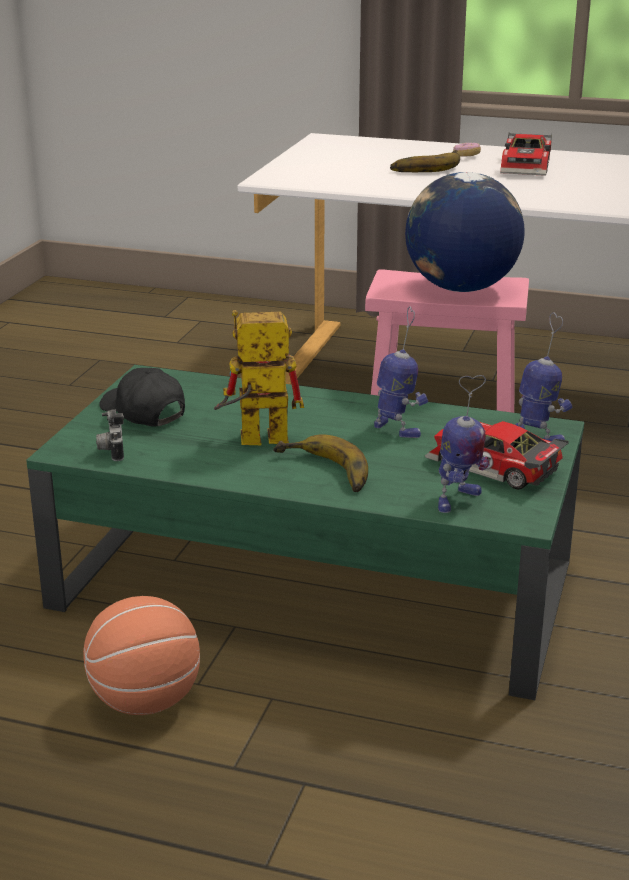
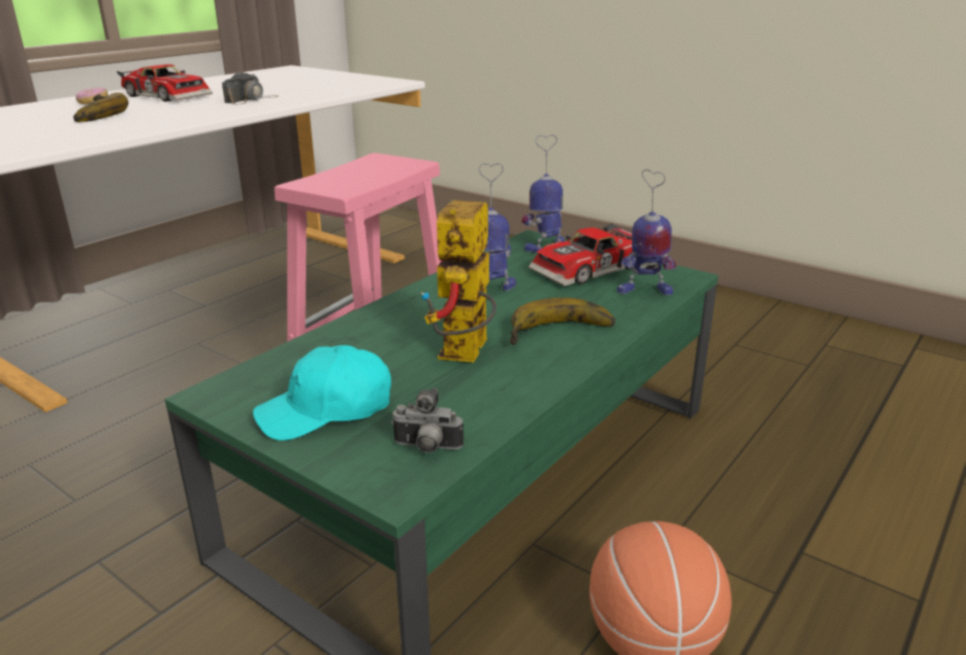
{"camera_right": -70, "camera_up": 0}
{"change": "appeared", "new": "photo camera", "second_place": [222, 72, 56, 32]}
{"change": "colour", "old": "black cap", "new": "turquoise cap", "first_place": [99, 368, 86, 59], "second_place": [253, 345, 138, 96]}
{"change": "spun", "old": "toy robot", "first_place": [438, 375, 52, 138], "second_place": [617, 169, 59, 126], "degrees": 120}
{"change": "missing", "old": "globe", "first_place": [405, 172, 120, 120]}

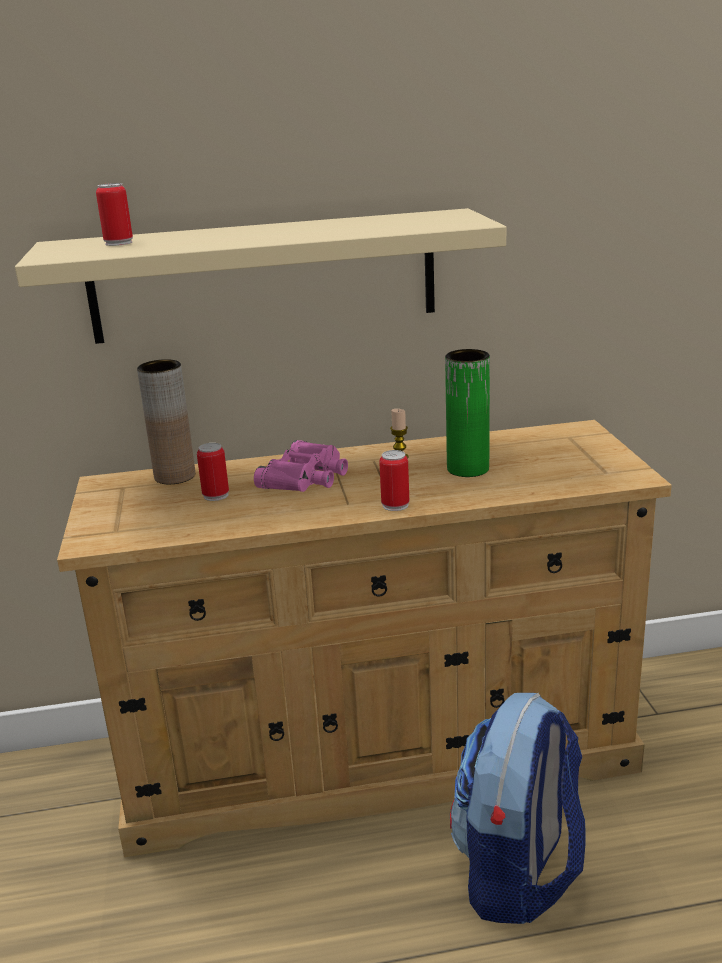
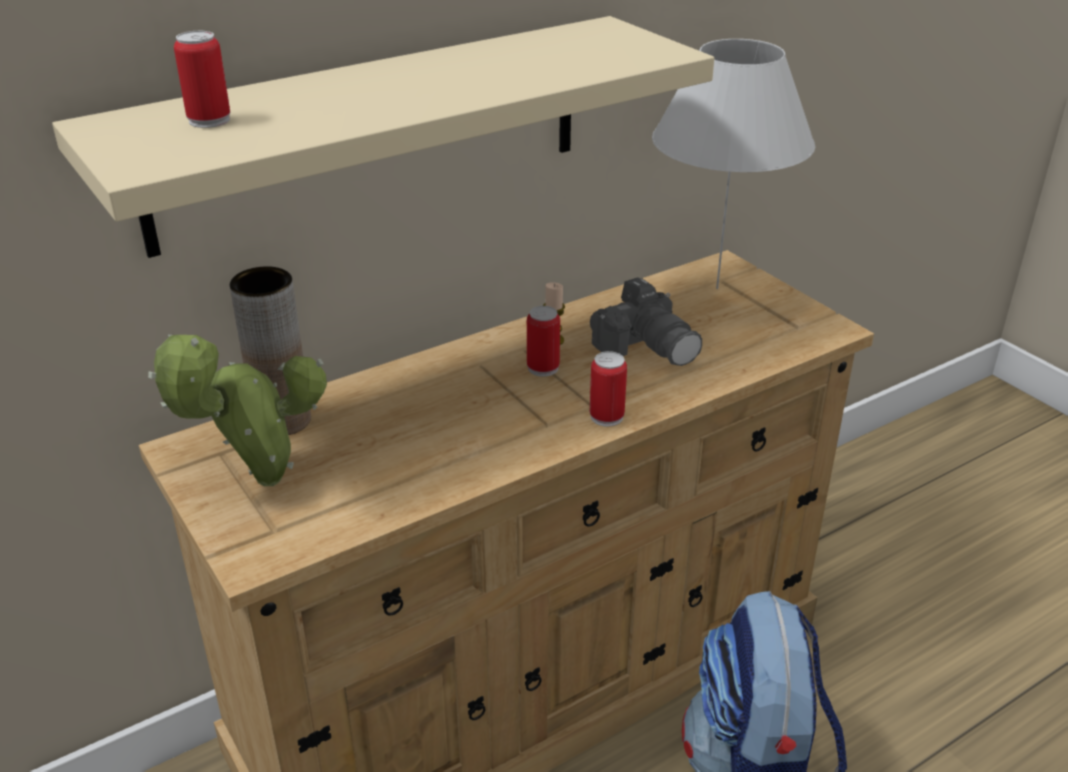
{"camera_right": -25, "camera_up": 10}
{"change": "appeared", "new": "potted plant", "second_place": [148, 335, 179, 151]}
{"change": "relocated", "old": "can", "first_place": [197, 443, 32, 58], "second_place": [527, 306, 33, 71]}
{"change": "exchanged", "old": "green vase", "new": "photo camera", "first_place": [445, 349, 45, 128], "second_place": [590, 277, 112, 89]}
{"change": "appeared", "new": "white table lamp", "second_place": [652, 39, 163, 250]}
{"change": "missing", "old": "pink binoculars", "first_place": [254, 440, 94, 52]}

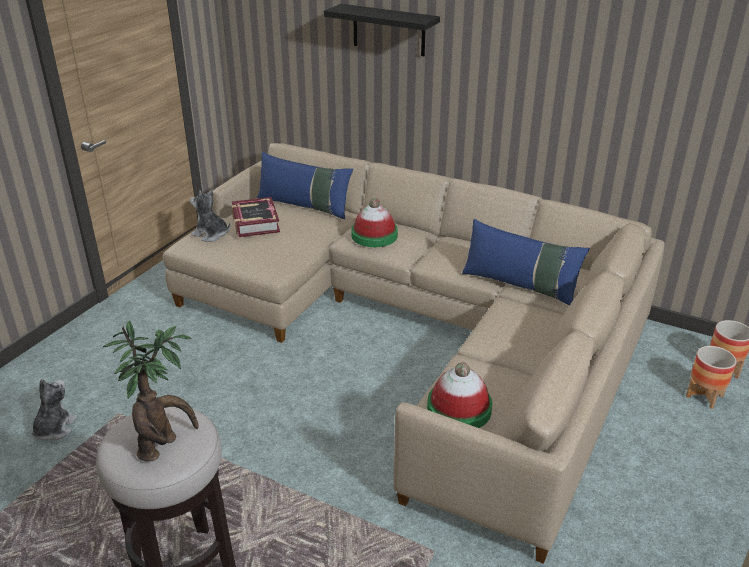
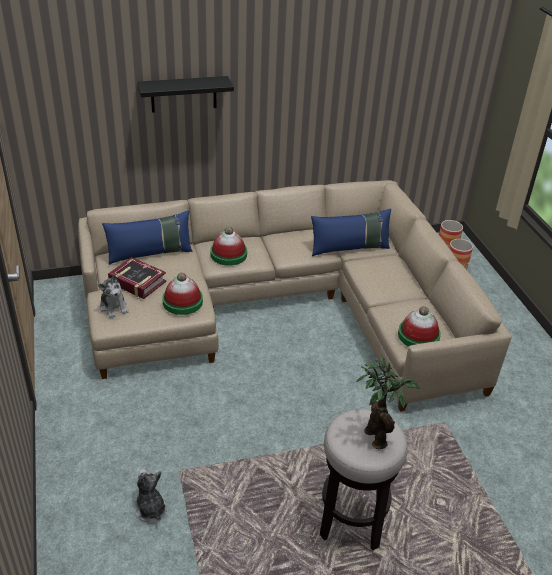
{"camera_right": -45, "camera_up": 5}
{"change": "spun", "old": "plush toy", "first_place": [190, 190, 41, 52], "second_place": [98, 275, 30, 43], "degrees": -105}
{"change": "appeared", "new": "hat", "second_place": [162, 273, 41, 42]}

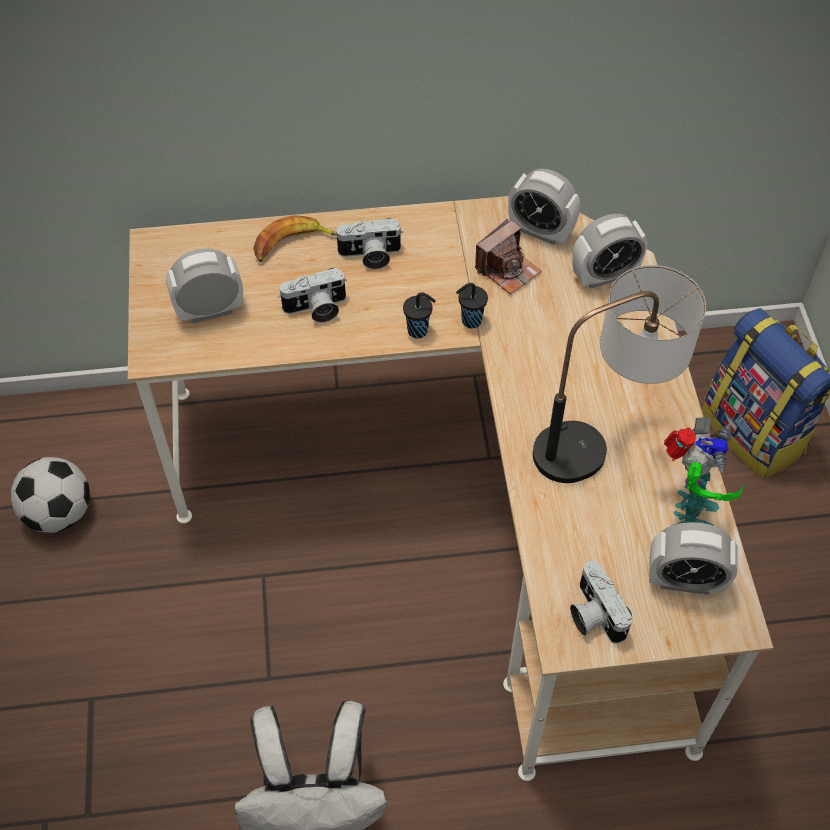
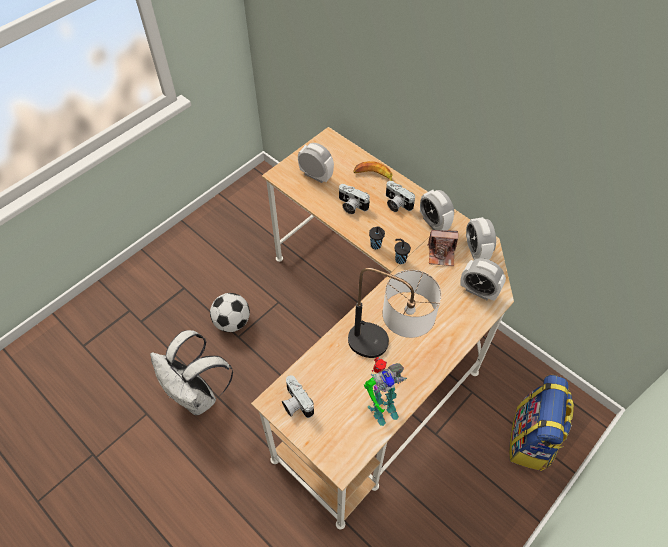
{"camera_right": 50, "camera_up": 0}
{"change": "relocated", "old": "football", "first_place": [10, 457, 80, 76], "second_place": [210, 293, 40, 39]}
{"change": "spun", "old": "photo camera", "first_place": [570, 561, 62, 83], "second_place": [282, 375, 32, 43], "degrees": -60}
{"change": "relocated", "old": "alarm clock", "first_place": [649, 522, 89, 73], "second_place": [420, 190, 34, 41]}

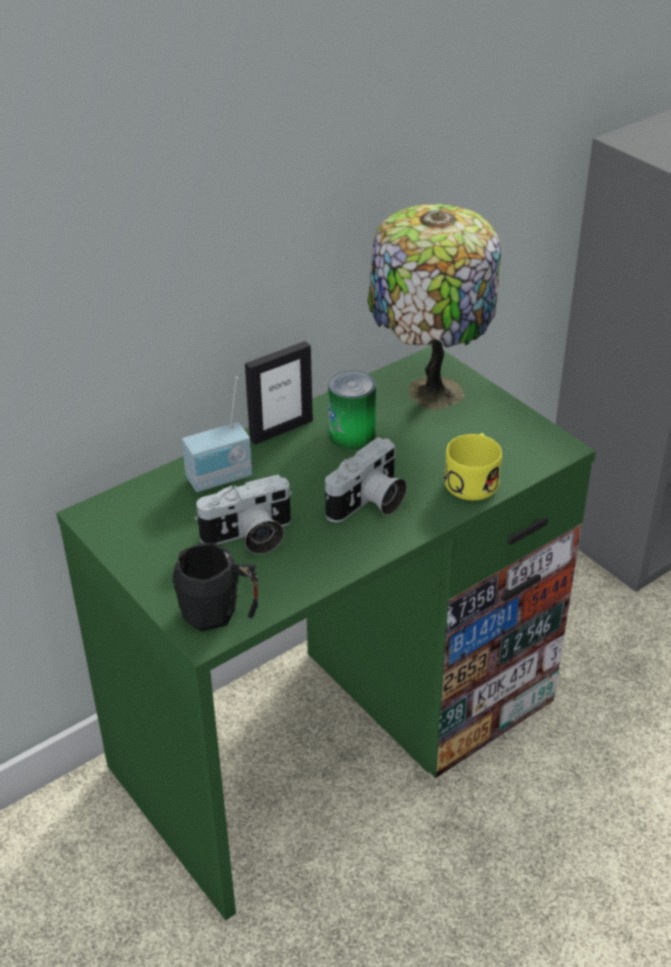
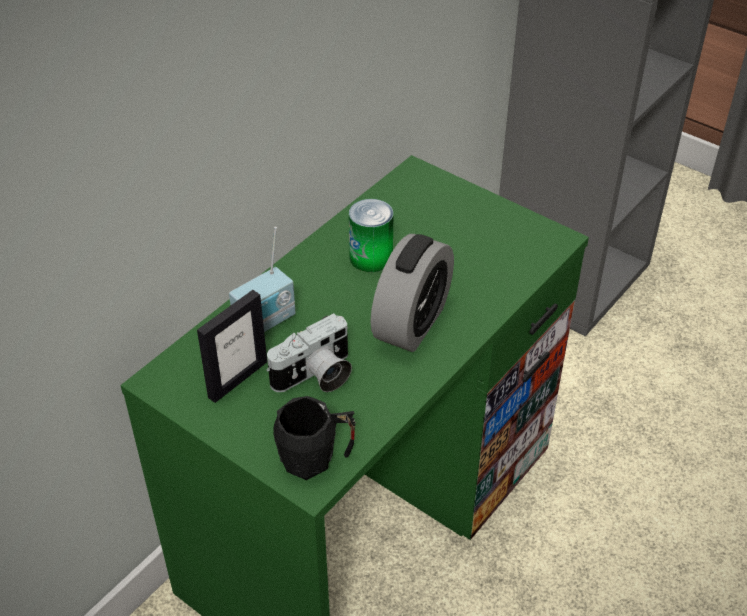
{"camera_right": -15, "camera_up": 5}
{"change": "relocated", "old": "picture frame", "first_place": [245, 341, 68, 104], "second_place": [197, 290, 70, 113]}
{"change": "exchanged", "old": "photo camera", "new": "alarm clock", "first_place": [325, 437, 82, 85], "second_place": [370, 234, 84, 118]}
{"change": "missing", "old": "table lamp", "first_place": [367, 204, 134, 206]}
{"change": "missing", "old": "yellow mug", "first_place": [444, 433, 58, 68]}

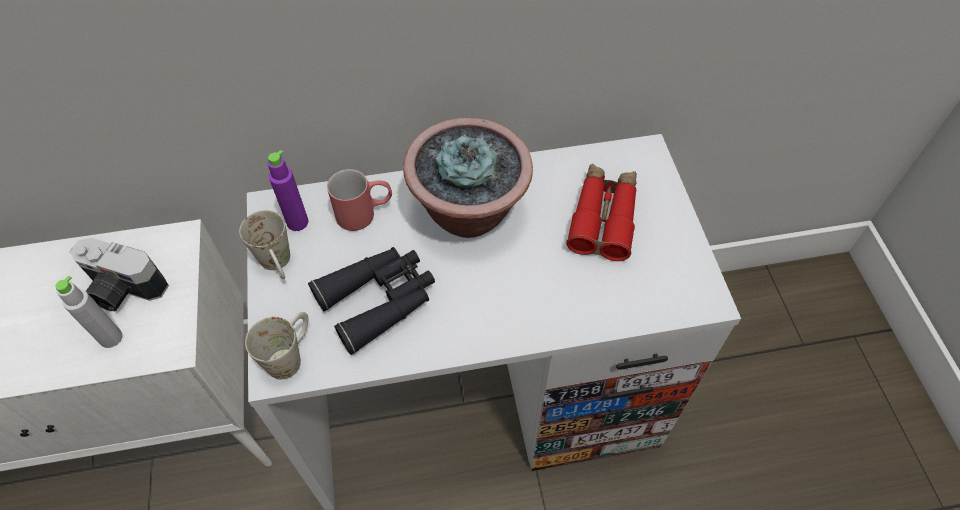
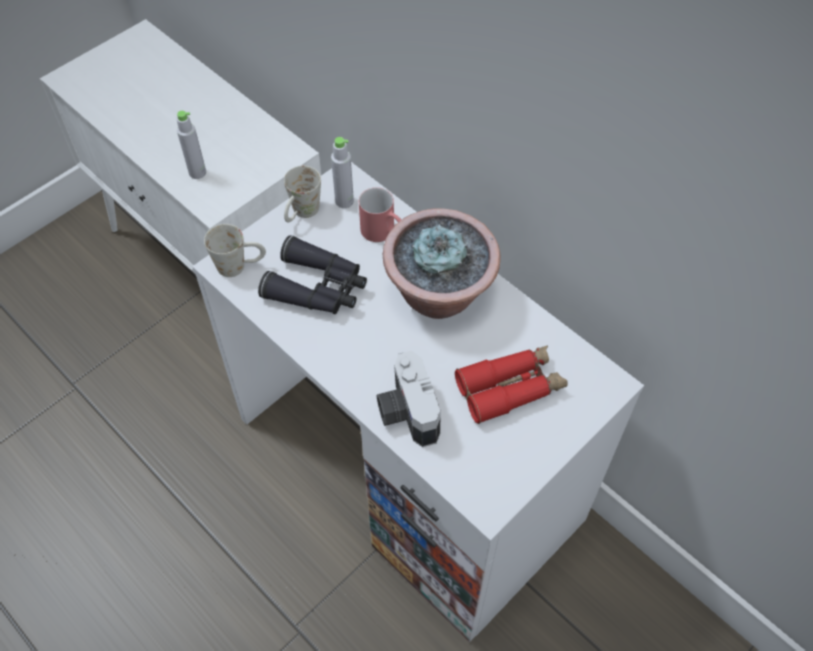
{"camera_right": 55, "camera_up": 0}
{"change": "colour", "old": "purple bottle", "new": "grey bottle", "first_place": [268, 150, 40, 81], "second_place": [331, 137, 23, 71]}
{"change": "relocated", "old": "photo camera", "first_place": [70, 238, 99, 74], "second_place": [376, 351, 65, 96]}

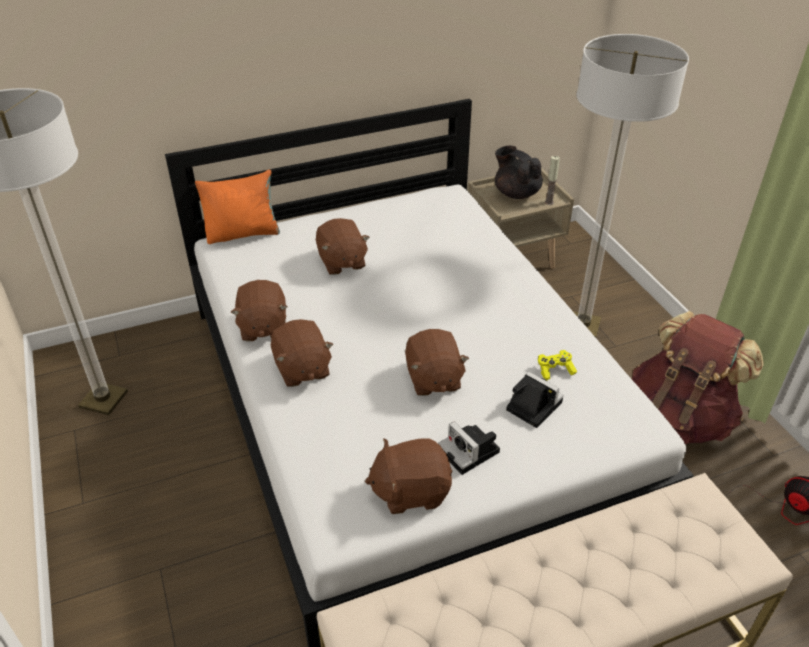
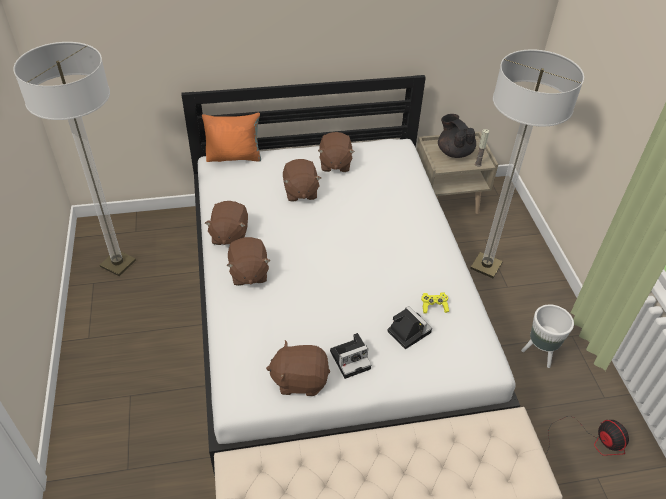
{"camera_right": 10, "camera_up": 5}
{"change": "relocated", "old": "brown plush toy", "first_place": [405, 329, 64, 67], "second_place": [318, 132, 37, 40]}
{"change": "spun", "old": "photo camera", "first_place": [438, 421, 62, 54], "second_place": [330, 333, 41, 46], "degrees": -90}
{"change": "exchanged", "old": "brown backpack", "new": "white planter", "first_place": [632, 311, 132, 133], "second_place": [521, 304, 53, 64]}

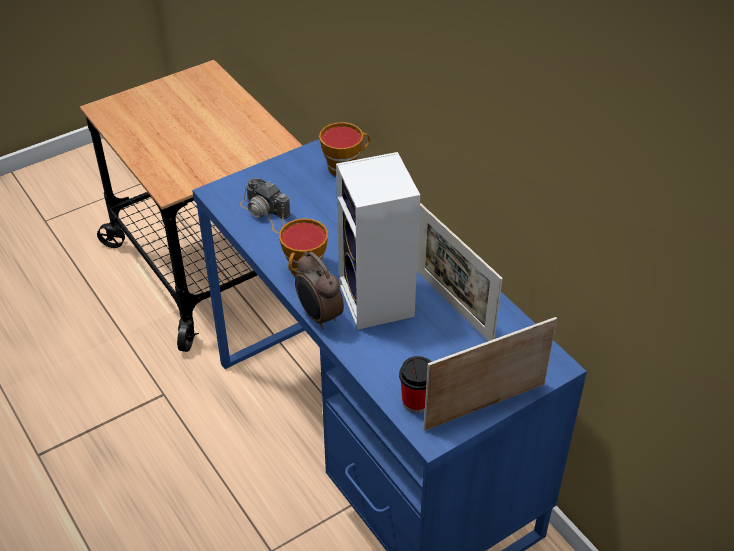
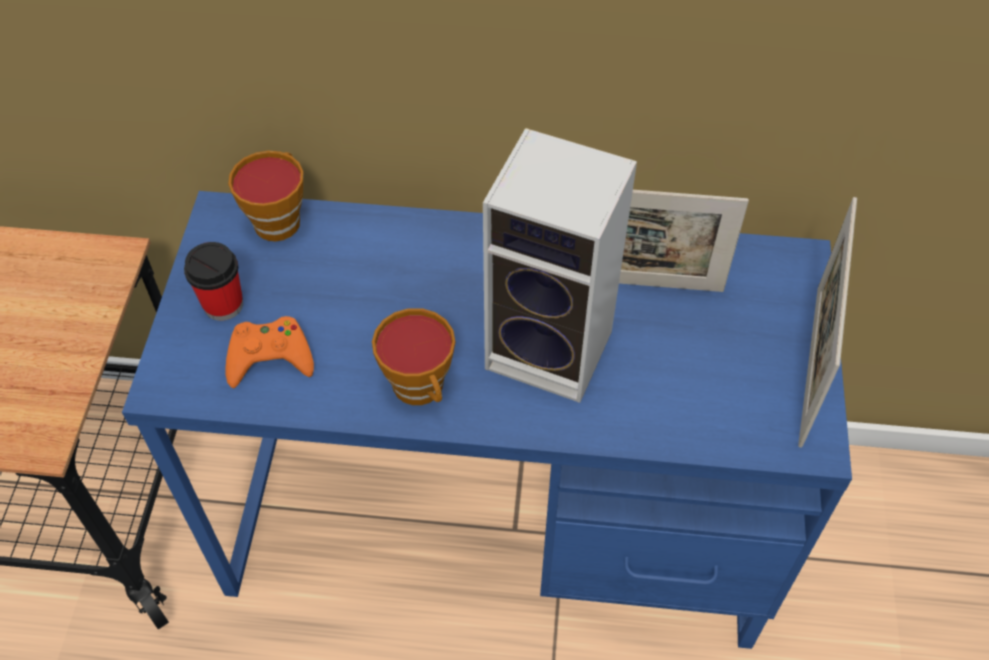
{"camera_right": -50, "camera_up": 10}
{"change": "relocated", "old": "cup", "first_place": [399, 356, 33, 57], "second_place": [184, 242, 59, 79]}
{"change": "exchanged", "old": "photo camera", "new": "orange game controller", "first_place": [240, 178, 51, 55], "second_place": [226, 316, 88, 72]}
{"change": "missing", "old": "alarm clock", "first_place": [295, 251, 49, 79]}

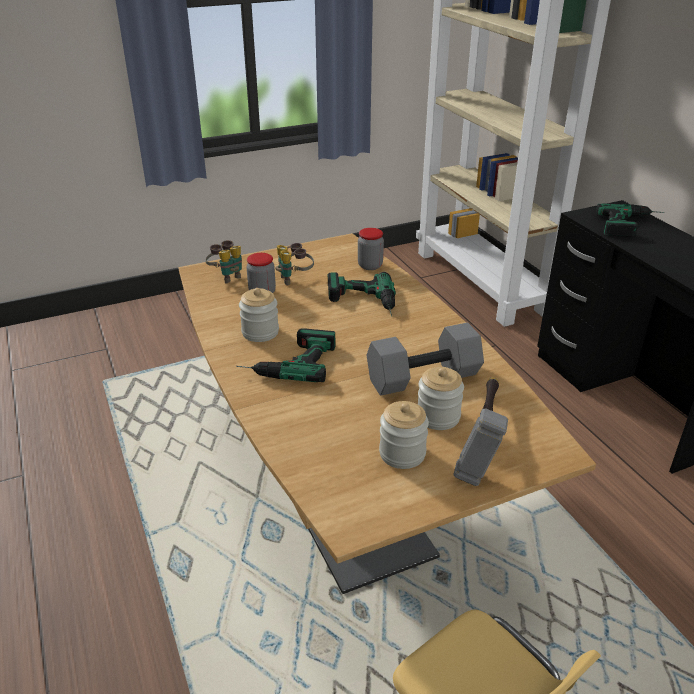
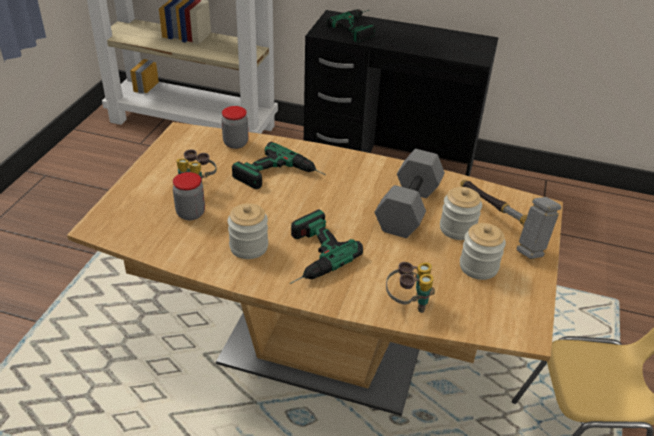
{"camera_right": -50, "camera_up": 5}
{"change": "relocated", "old": "binoculars", "first_place": [205, 240, 37, 44], "second_place": [386, 262, 49, 51]}

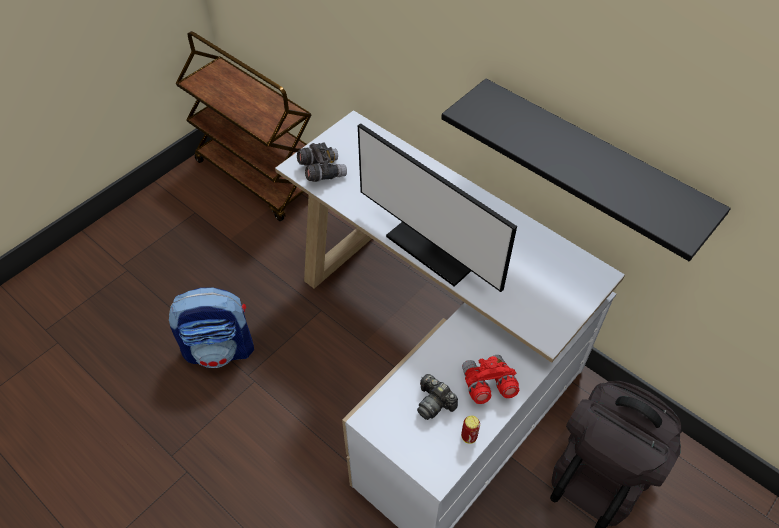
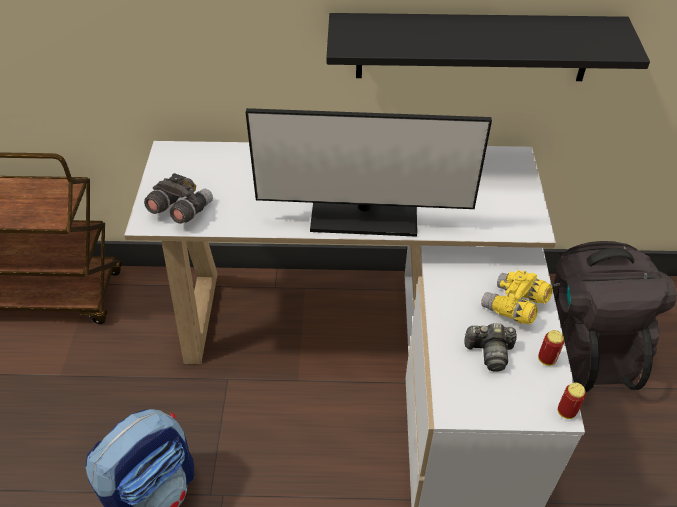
{"camera_right": -40, "camera_up": -5}
{"change": "colour", "old": "red binoculars", "new": "yellow binoculars", "first_place": [462, 355, 57, 49], "second_place": [481, 270, 71, 54]}
{"change": "appeared", "new": "can", "second_place": [558, 383, 28, 36]}

